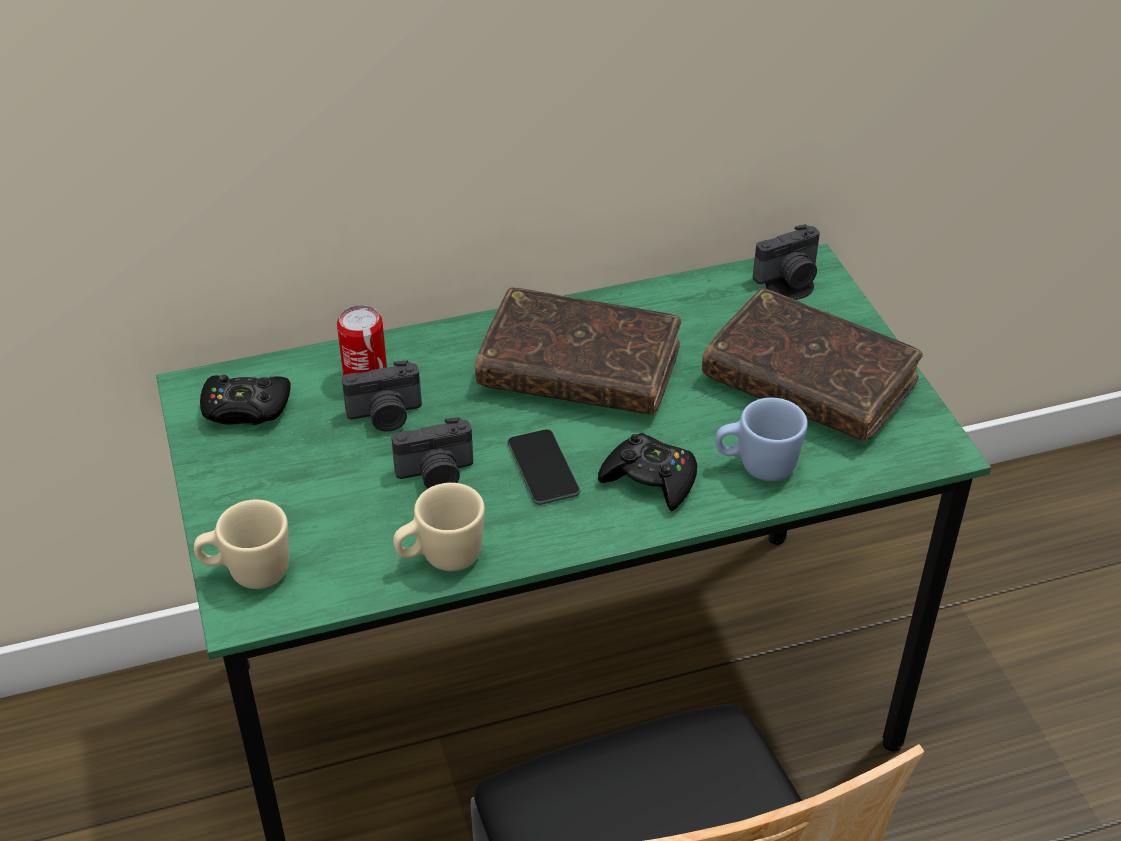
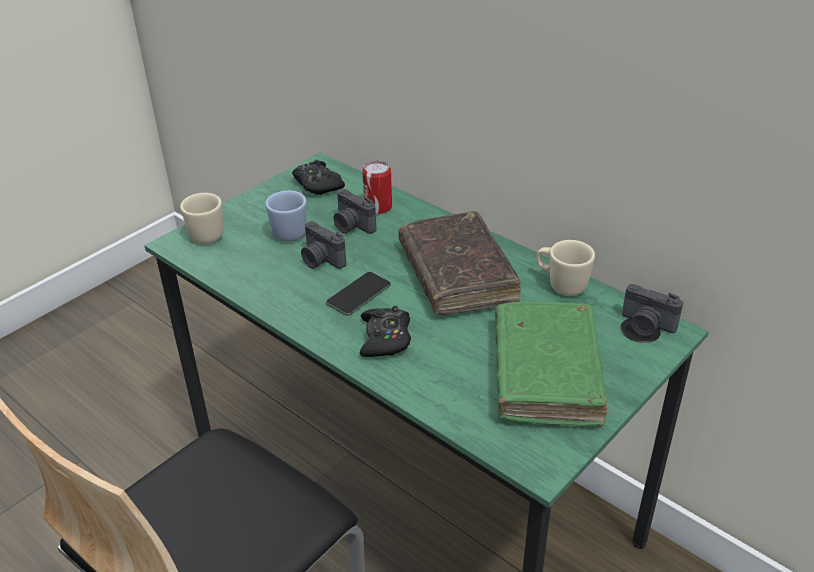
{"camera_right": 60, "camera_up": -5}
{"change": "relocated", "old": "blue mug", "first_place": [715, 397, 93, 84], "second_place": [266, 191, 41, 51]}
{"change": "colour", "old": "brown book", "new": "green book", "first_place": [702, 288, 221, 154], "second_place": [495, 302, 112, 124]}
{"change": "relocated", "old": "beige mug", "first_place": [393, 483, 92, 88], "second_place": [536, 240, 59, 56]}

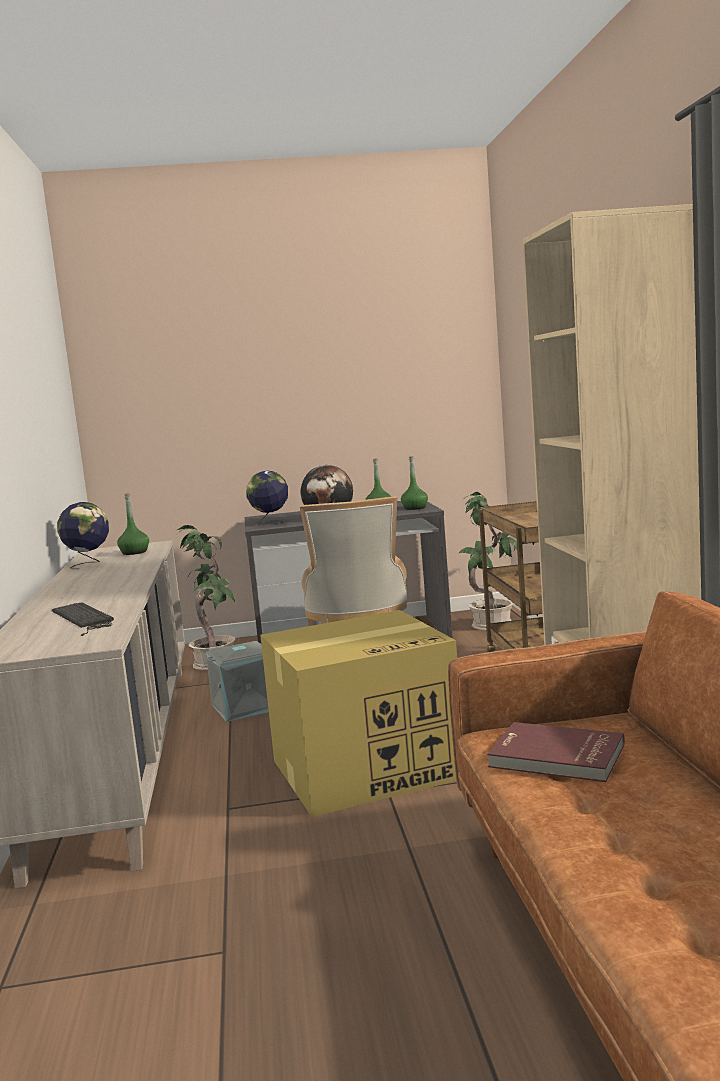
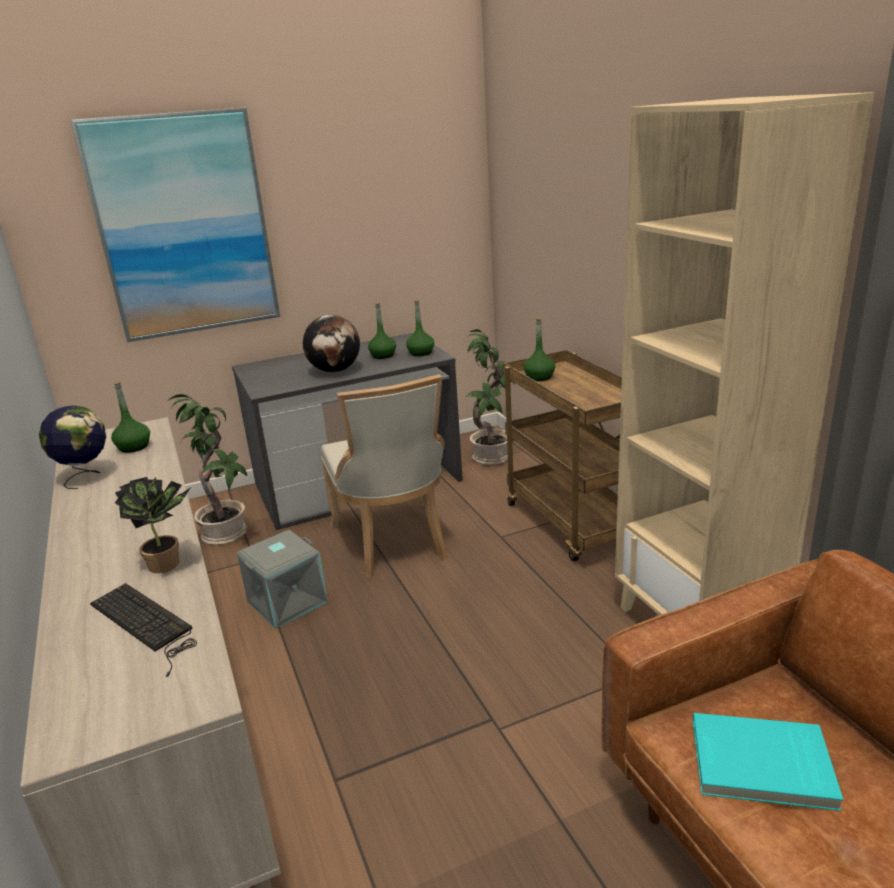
{"camera_right": -15, "camera_up": 15}
{"change": "appeared", "new": "picture", "second_place": [71, 107, 209, 235]}
{"change": "appeared", "new": "potted plant", "second_place": [114, 477, 76, 96]}
{"change": "appeared", "new": "green bottle", "second_place": [523, 318, 32, 63]}
{"change": "colour", "old": "red book", "new": "turquoise book", "first_place": [487, 722, 138, 60], "second_place": [693, 713, 150, 98]}
{"change": "missing", "old": "globe", "first_place": [247, 471, 41, 55]}
{"change": "missing", "old": "cardboard box", "first_place": [260, 610, 197, 207]}

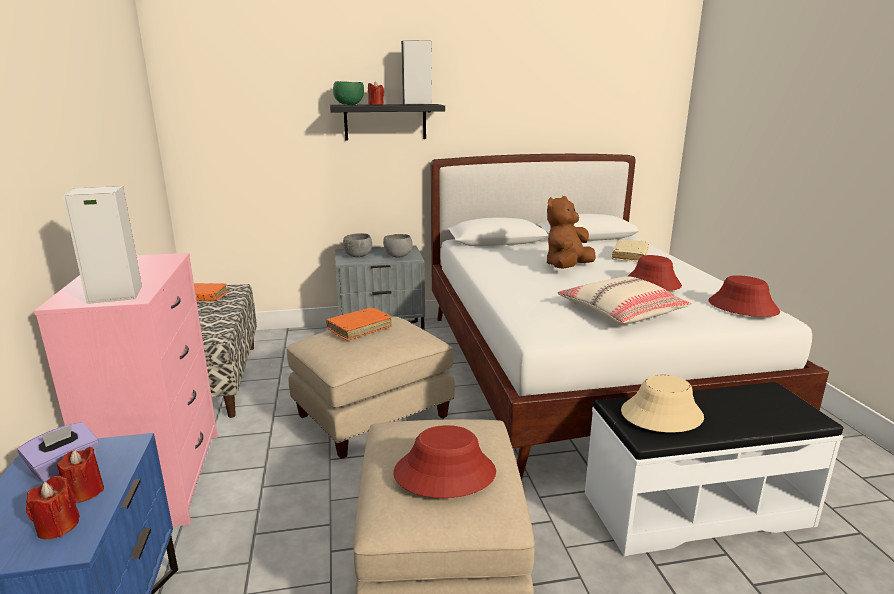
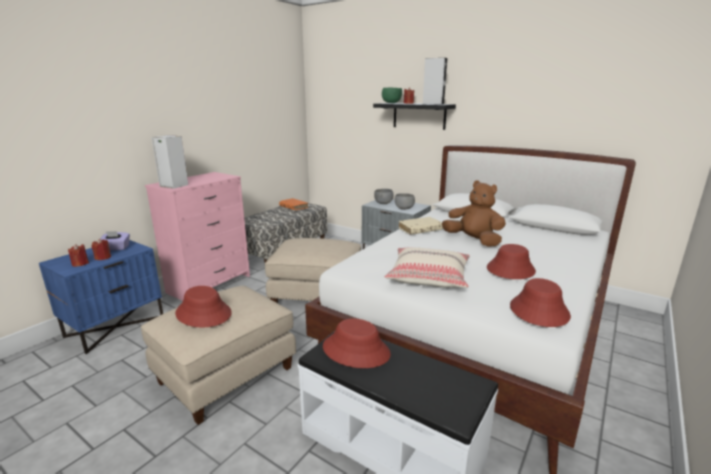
{"camera_right": 45, "camera_up": 0}
{"change": "colour", "old": "beige hat", "new": "red hat", "first_place": [621, 375, 83, 57], "second_place": [323, 319, 68, 49]}
{"change": "relocated", "old": "beige book", "first_place": [612, 239, 37, 23], "second_place": [399, 217, 44, 18]}
{"change": "spun", "old": "brown plush toy", "first_place": [547, 196, 49, 73], "second_place": [442, 180, 64, 67], "degrees": 45}
{"change": "missing", "old": "orange book", "first_place": [326, 308, 66, 33]}

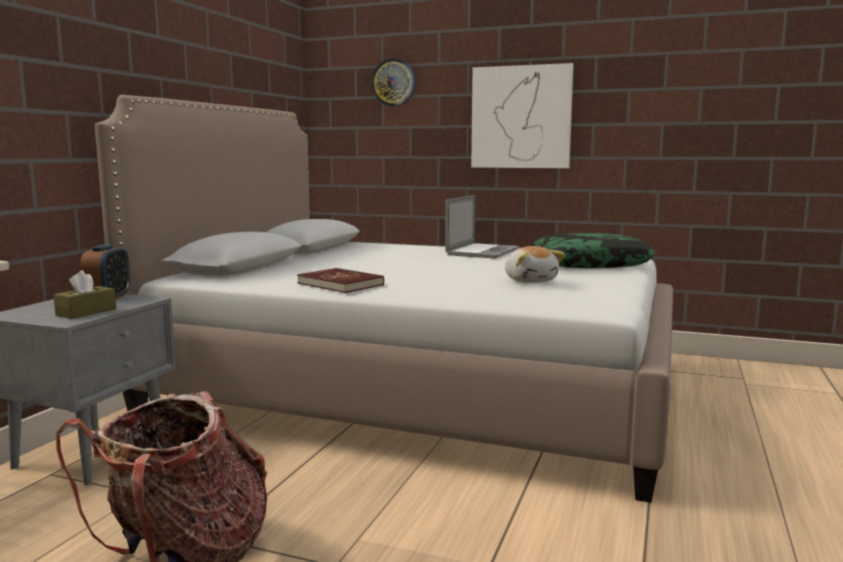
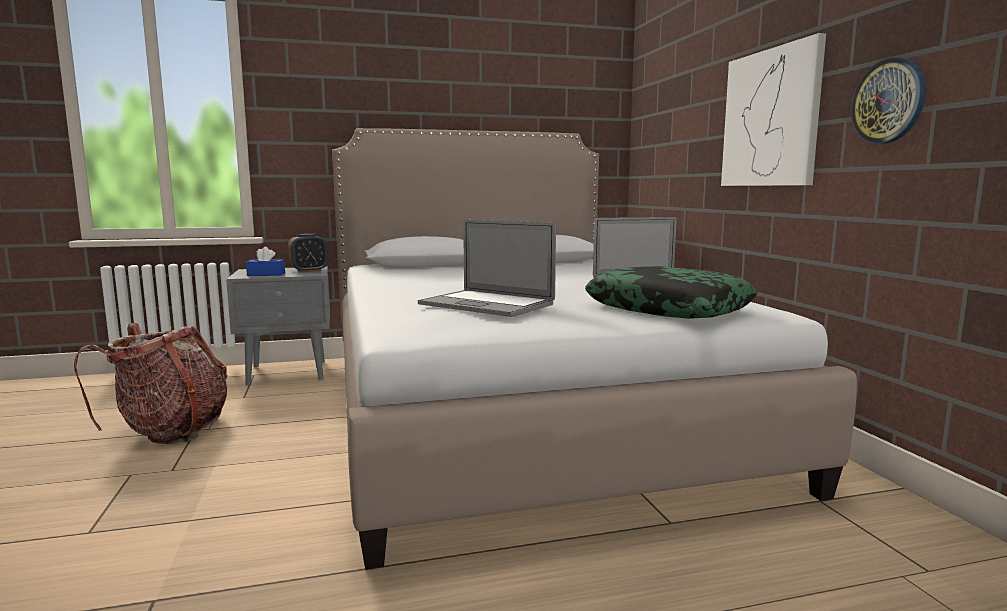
{"camera_right": 55, "camera_up": 0}
{"change": "colour", "old": "brown tissue box", "new": "blue tissue box", "first_place": [53, 270, 63, 49], "second_place": [246, 247, 39, 29]}
{"change": "exchanged", "old": "plush toy", "new": "laptop", "first_place": [505, 246, 60, 37], "second_place": [418, 220, 138, 97]}
{"change": "relocated", "old": "wall clock", "first_place": [371, 58, 45, 49], "second_place": [851, 57, 75, 87]}
{"change": "missing", "old": "red book", "first_place": [297, 268, 87, 25]}

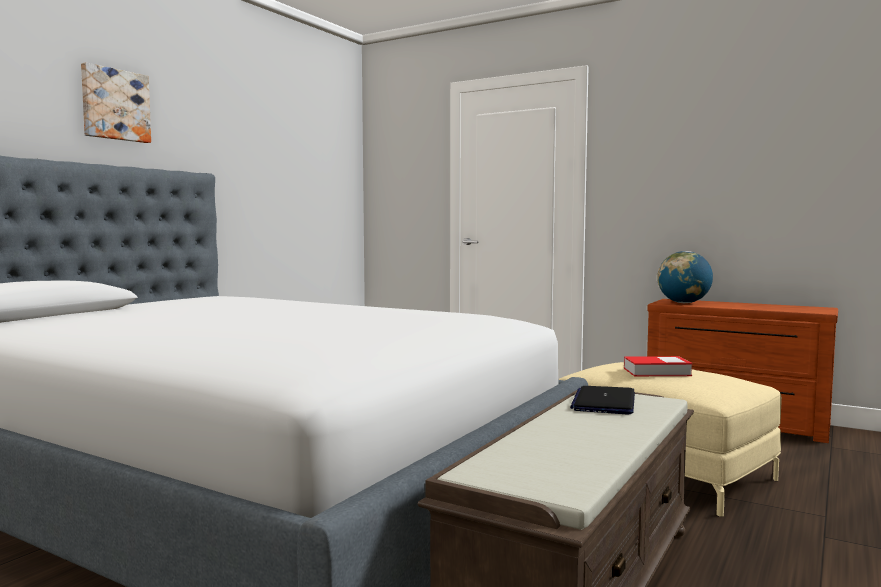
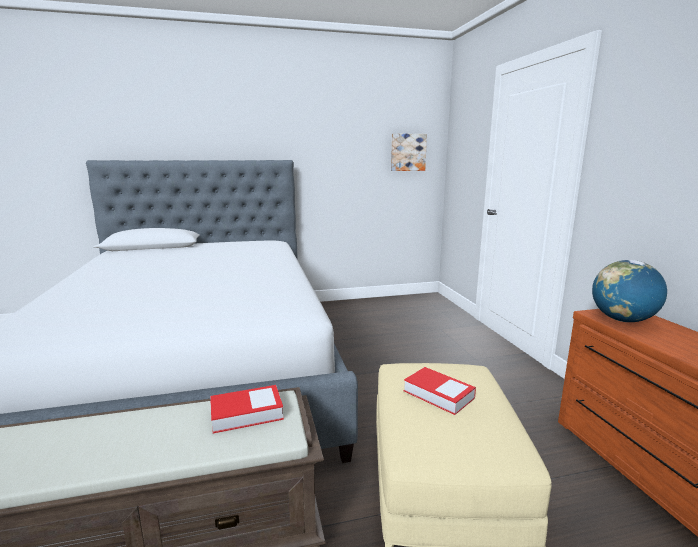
{"camera_right": 45, "camera_up": 10}
{"change": "exchanged", "old": "laptop", "new": "book", "first_place": [570, 386, 65, 29], "second_place": [210, 385, 74, 48]}
{"change": "relocated", "old": "picture", "first_place": [81, 62, 70, 81], "second_place": [391, 133, 36, 38]}

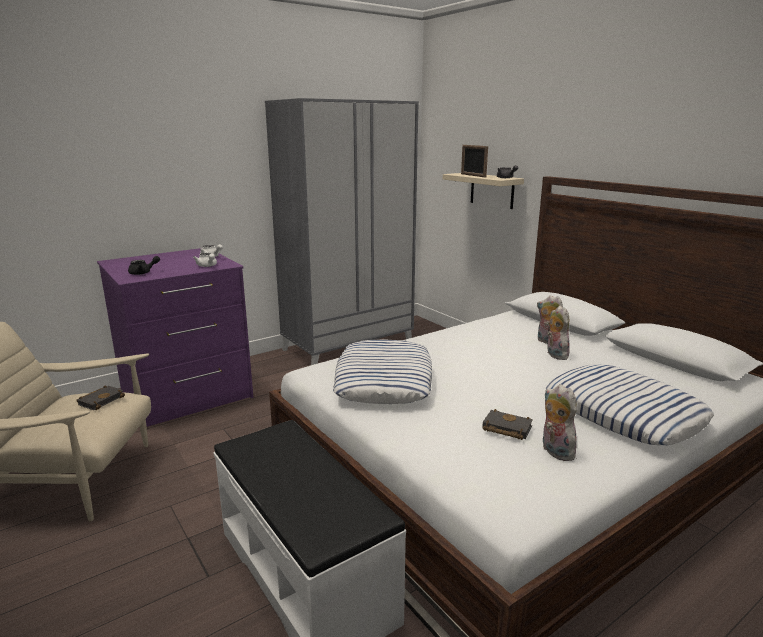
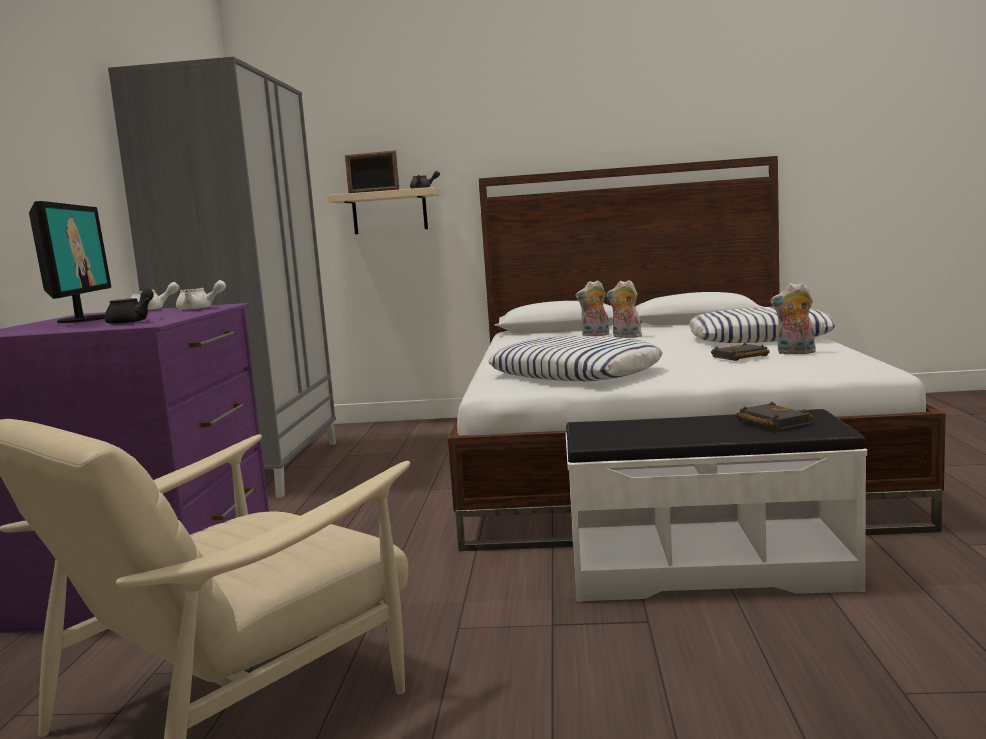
{"camera_right": -50, "camera_up": -10}
{"change": "appeared", "new": "monitor", "second_place": [29, 201, 83, 122]}
{"change": "relocated", "old": "black book", "first_place": [76, 385, 49, 25], "second_place": [736, 402, 77, 28]}

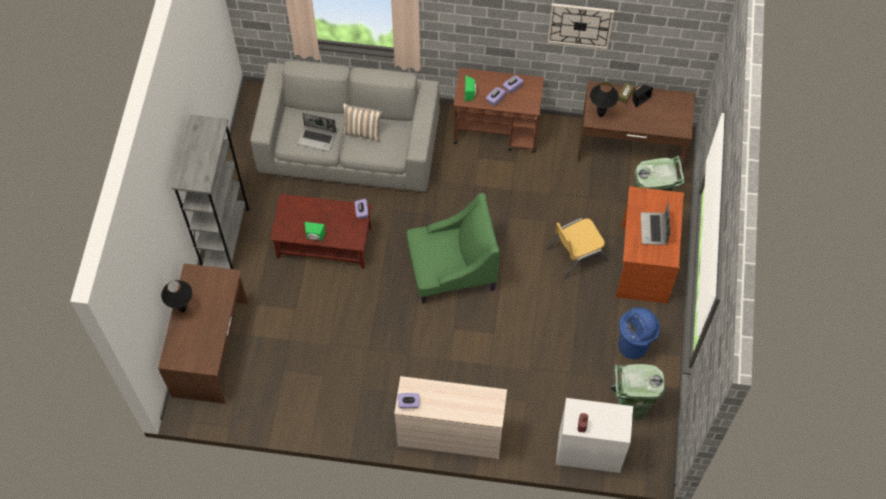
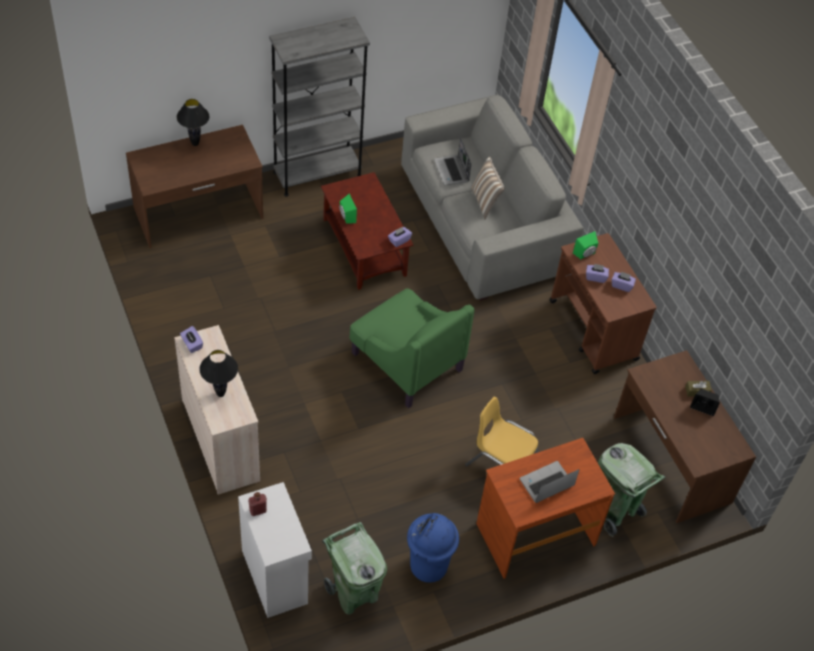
{"camera_right": 55, "camera_up": -10}
{"change": "relocated", "old": "black table lamp", "first_place": [590, 82, 29, 35], "second_place": [199, 350, 39, 47]}
{"change": "missing", "old": "wall clock", "first_place": [547, 3, 67, 46]}

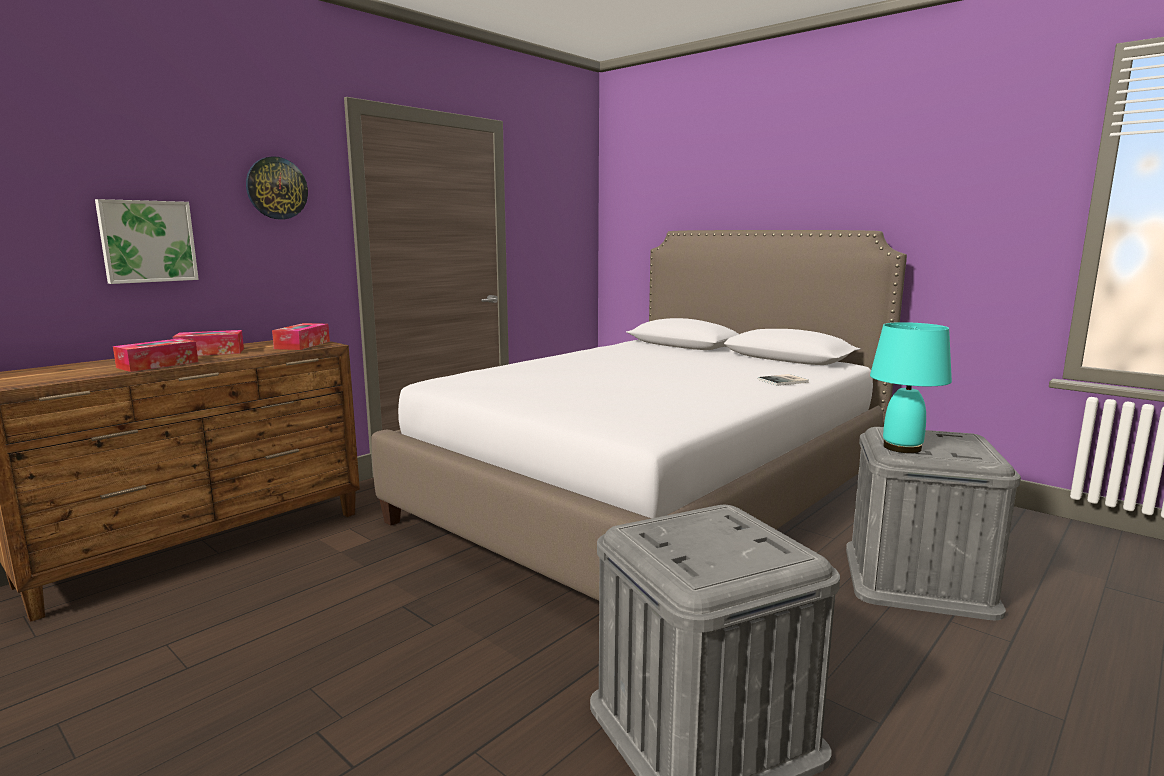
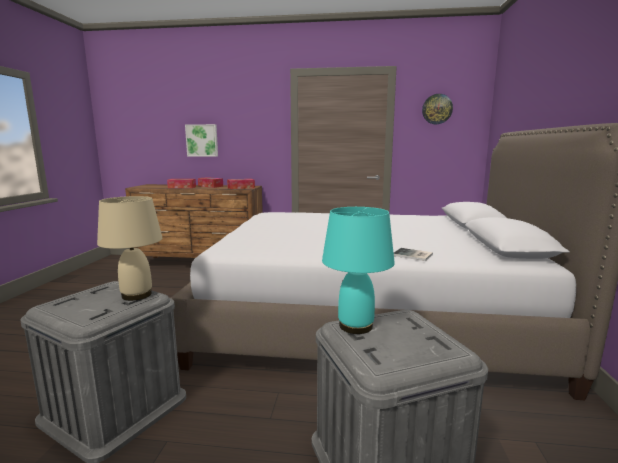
{"camera_right": 55, "camera_up": 0}
{"change": "appeared", "new": "beige table lamp", "second_place": [97, 196, 65, 105]}
{"change": "relocated", "old": "wall clock", "first_place": [246, 156, 62, 63], "second_place": [422, 94, 31, 30]}

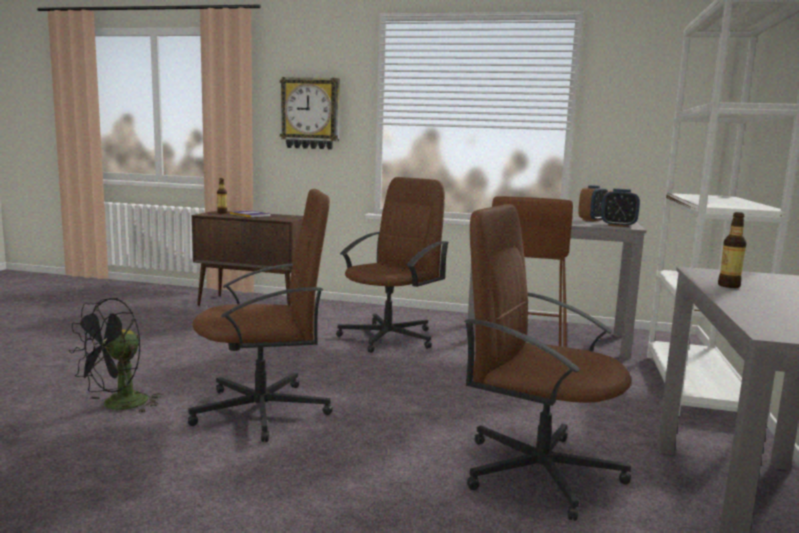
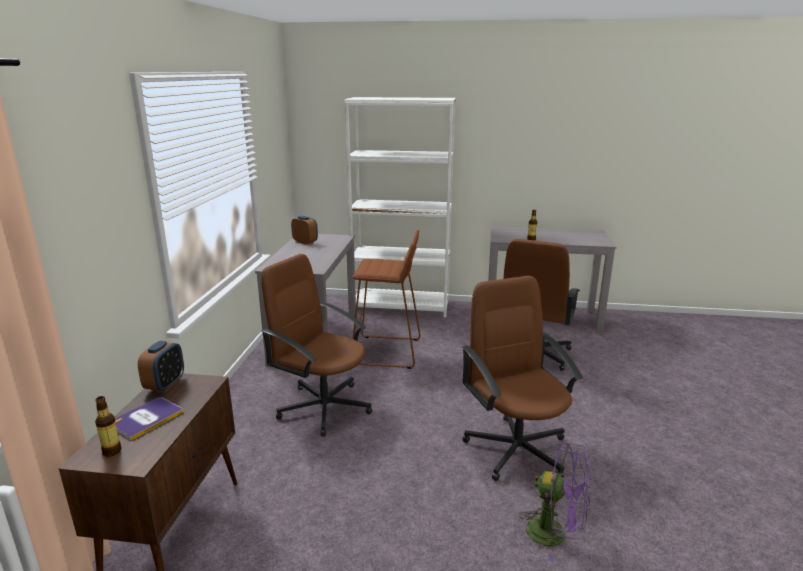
{"camera_right": -95, "camera_up": 10}
{"change": "relocated", "old": "alarm clock", "first_place": [601, 188, 39, 39], "second_place": [138, 341, 46, 51]}
{"change": "colour", "old": "black fan", "new": "purple fan", "first_place": [69, 298, 93, 115], "second_place": [518, 442, 73, 120]}
{"change": "missing", "old": "wall clock", "first_place": [280, 77, 60, 73]}

